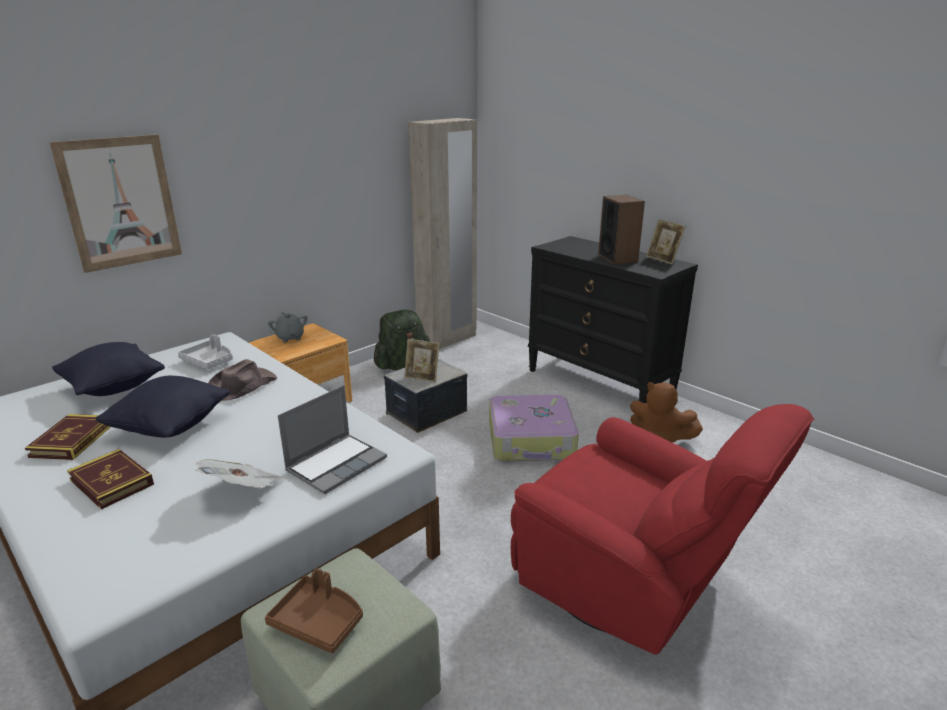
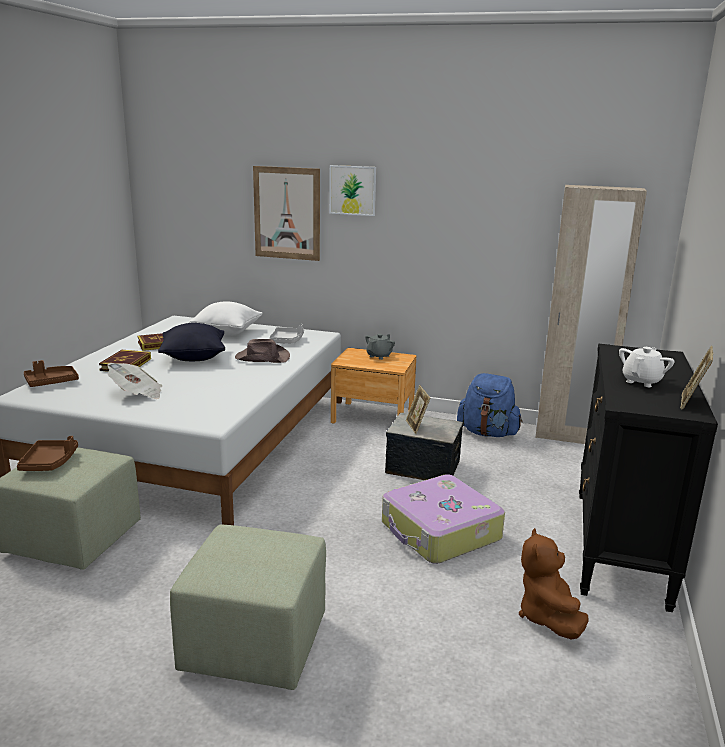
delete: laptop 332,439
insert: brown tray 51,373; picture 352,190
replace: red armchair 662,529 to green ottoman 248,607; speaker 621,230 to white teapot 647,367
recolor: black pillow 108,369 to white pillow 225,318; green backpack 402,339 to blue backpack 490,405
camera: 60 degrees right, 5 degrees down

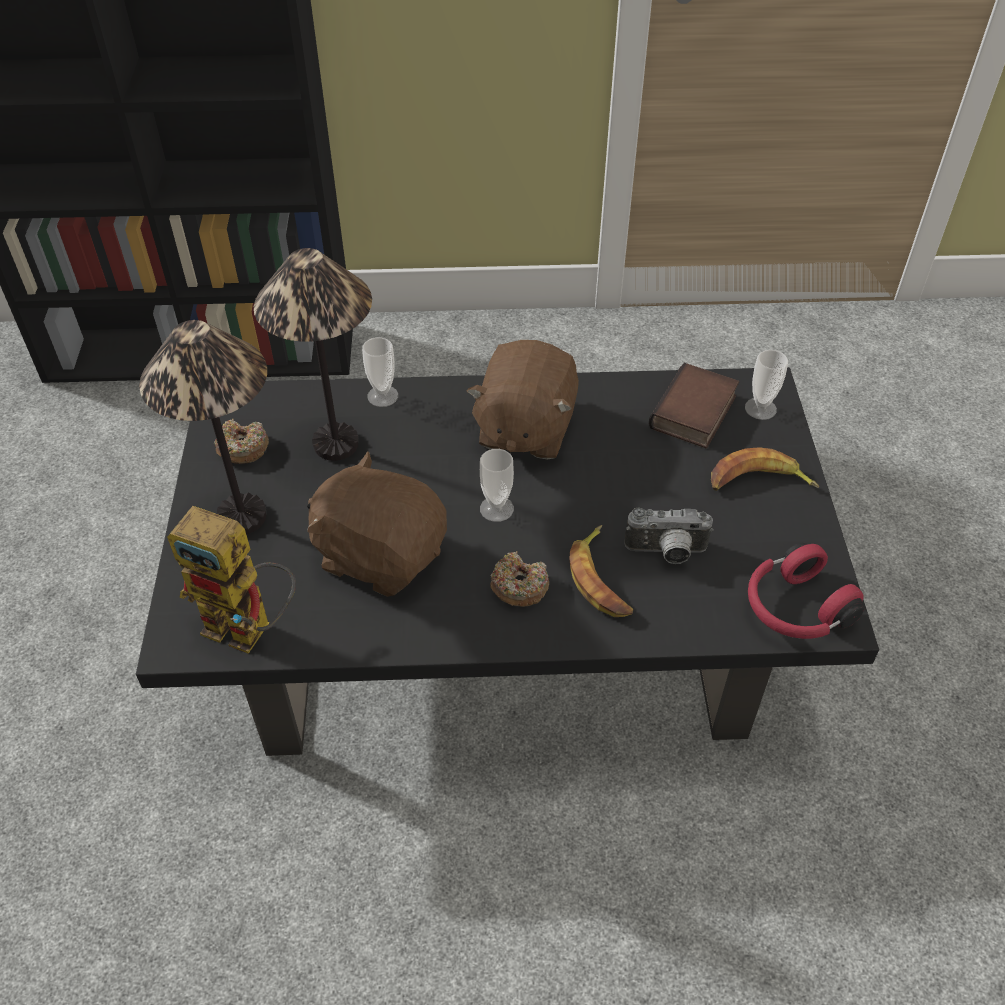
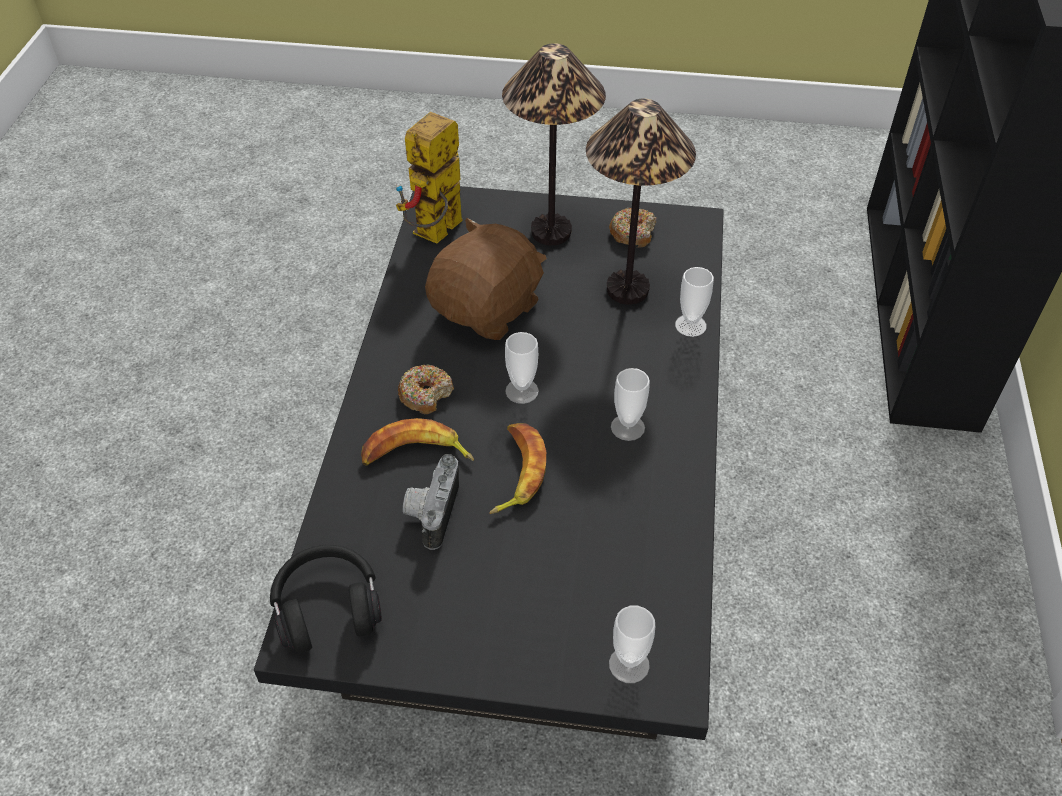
delete: book 694,406
move: banana 765,469 to 517,468
replace: brown plush toy 523,399 to cup 630,404
recolor: red headphones 806,591 to black headphones 326,599
camera: 100 degrees right, 0 degrees up

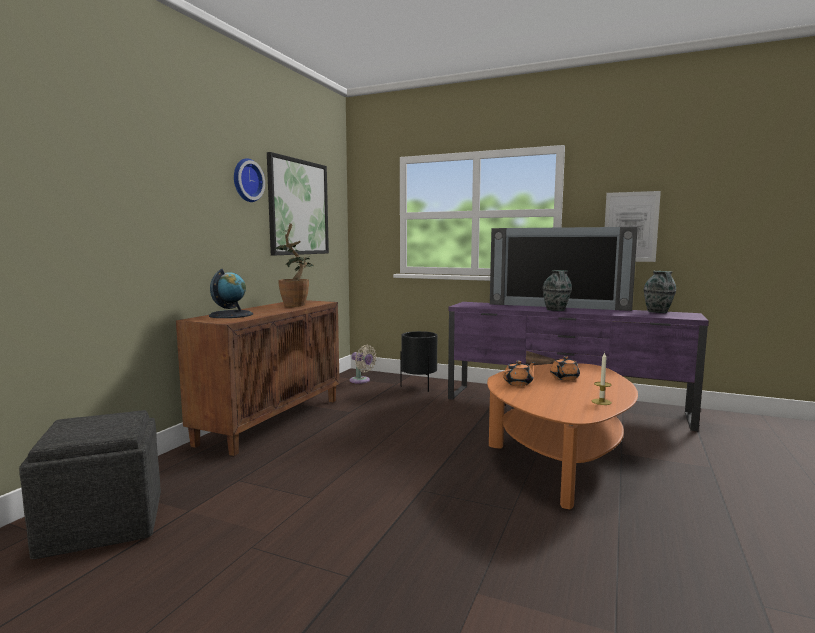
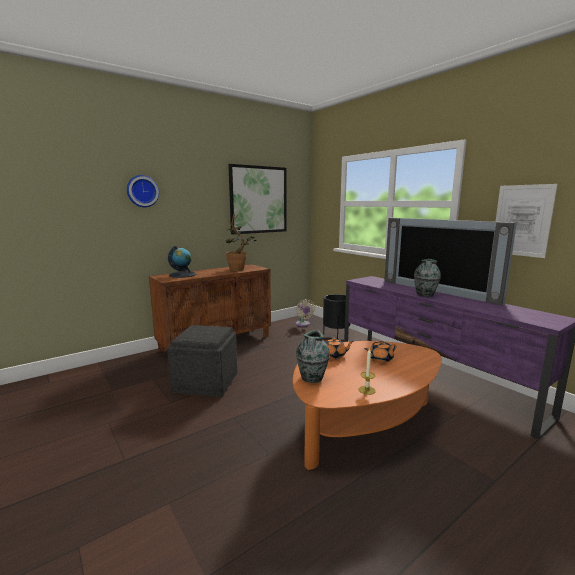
move: wall clock 249,180 to 143,191; grey ottoman 90,484 to 202,361; vase 659,292 to 313,356
camera: 30 degrees right, 5 degrees up

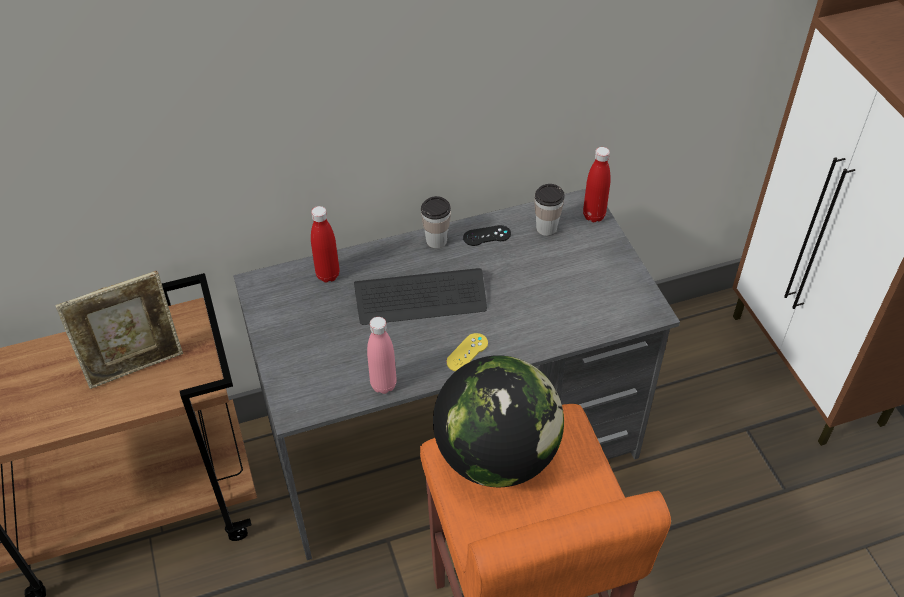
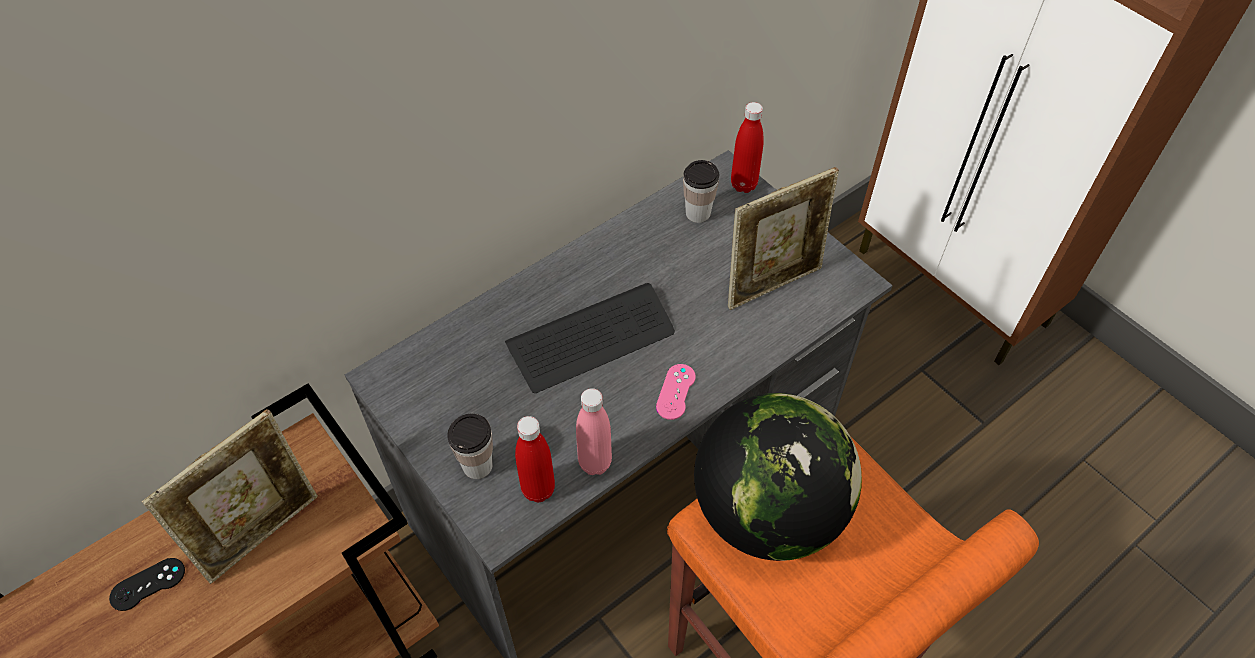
insert: picture frame 783,238
move: black game controller 487,235 to 147,584; cup 436,222 to 470,446; red bottle 325,244 to 535,459
recolor: yellow game controller 467,352 to pink game controller 676,392
camera: 20 degrees left, 5 degrees up

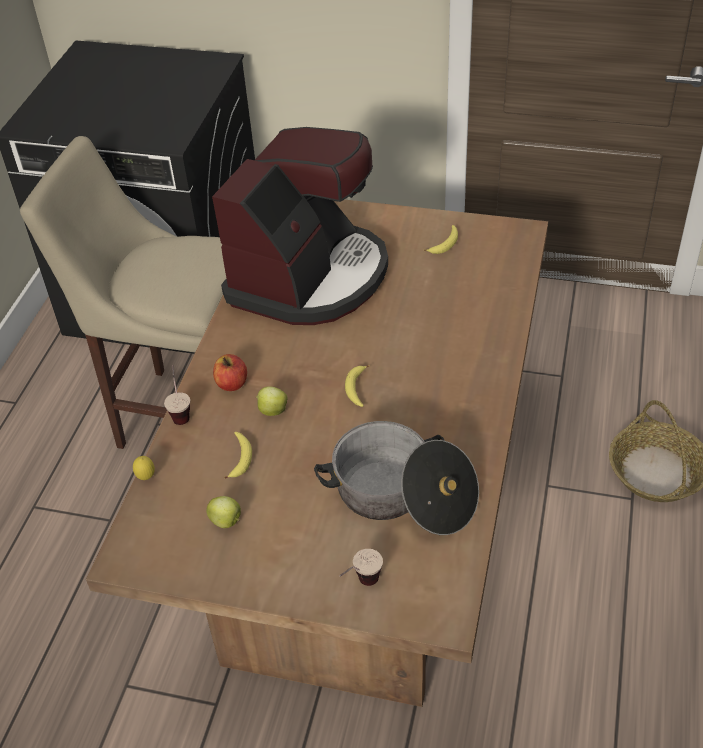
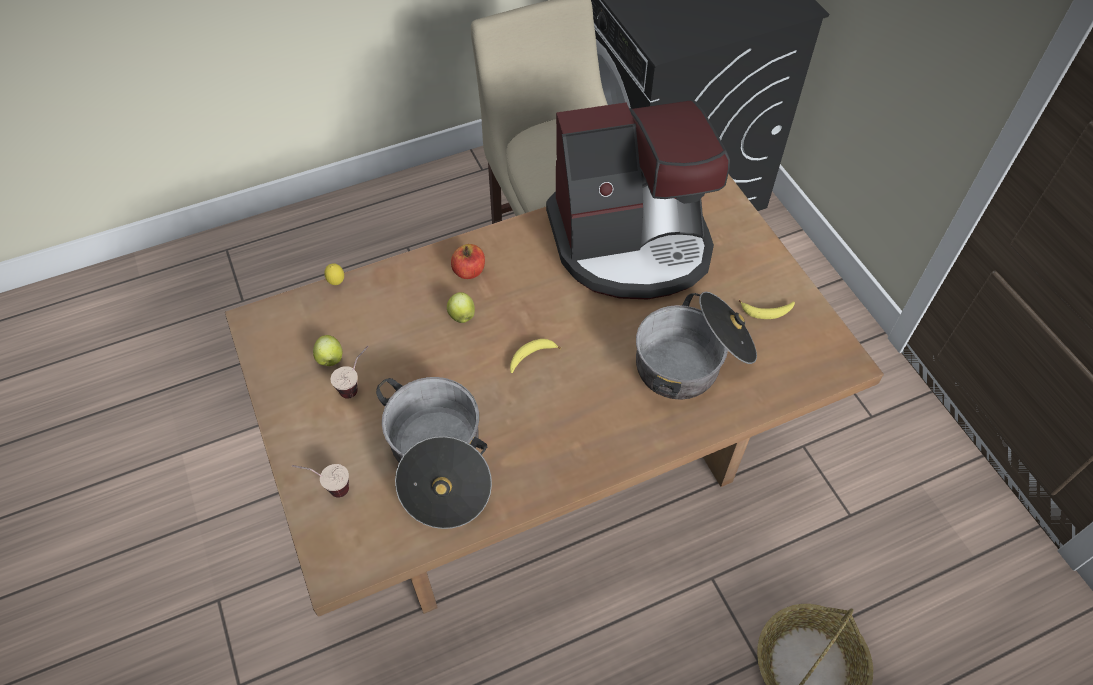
delete: banana 238,455
insert: cooking pot 696,346
move: cup 177,395 to 349,372
camera: 50 degrees right, 10 degrees up

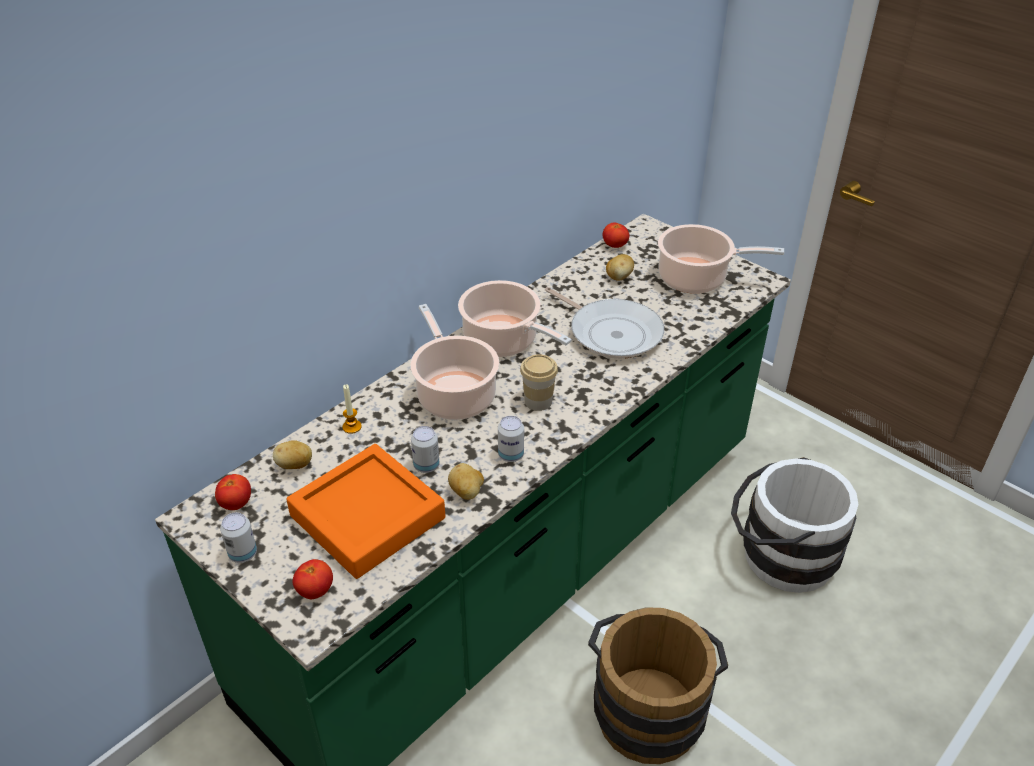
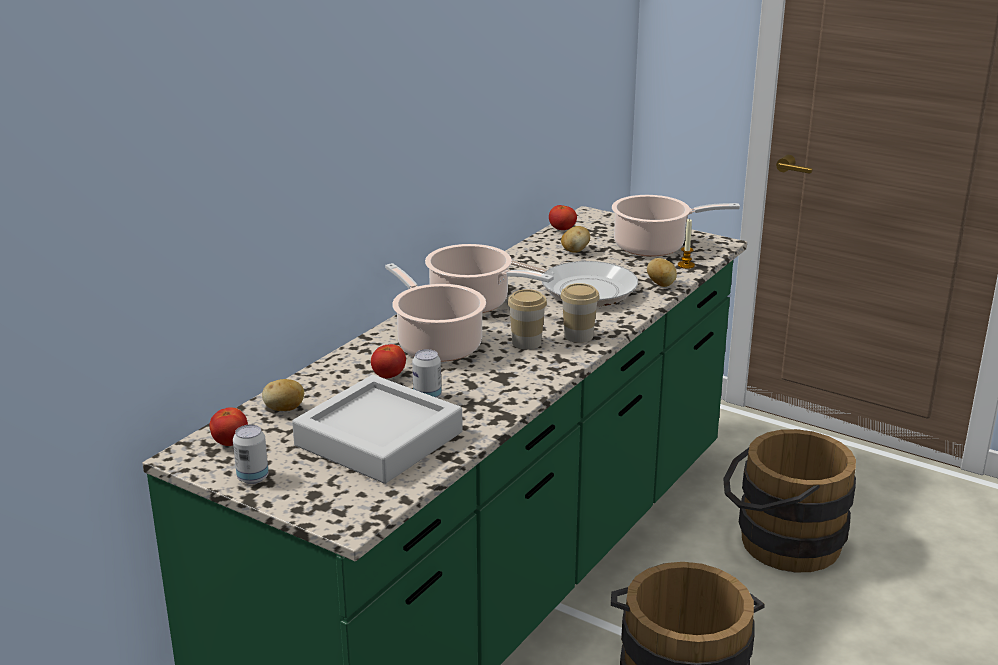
delete: can 511,439
insert: cup 580,313
move: tomato 313,579 to 388,361; potato 466,481 to 662,272; candle 352,409 to 686,243
recolor: orange tray 365,511 to grey tray 377,429; white bucket 795,525 to brown bucket 789,500
camera: 10 degrees left, 15 degrees down

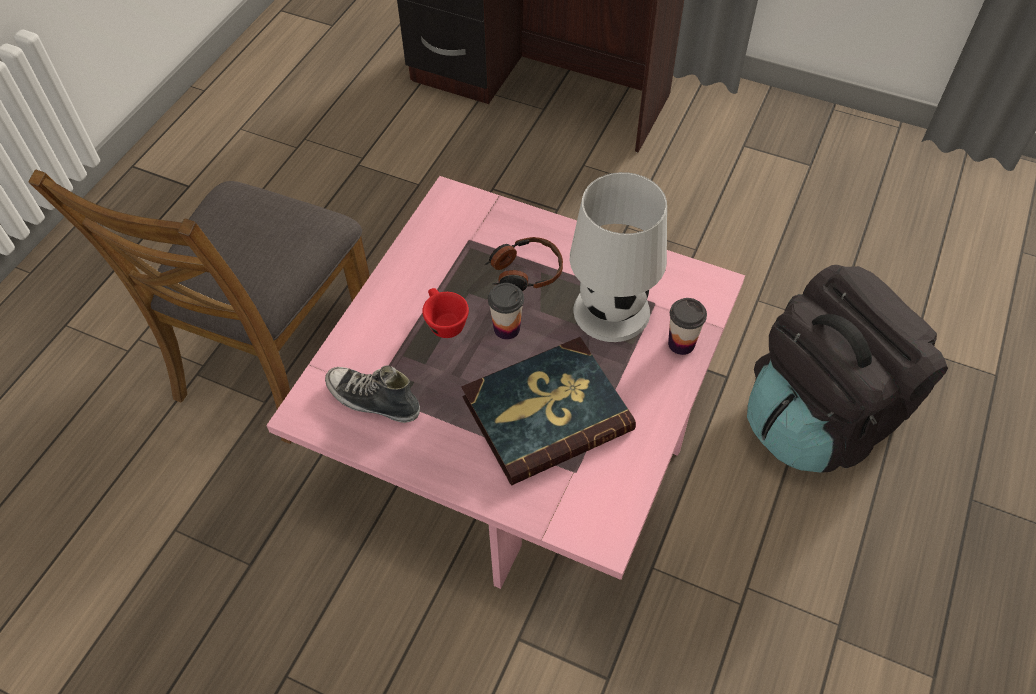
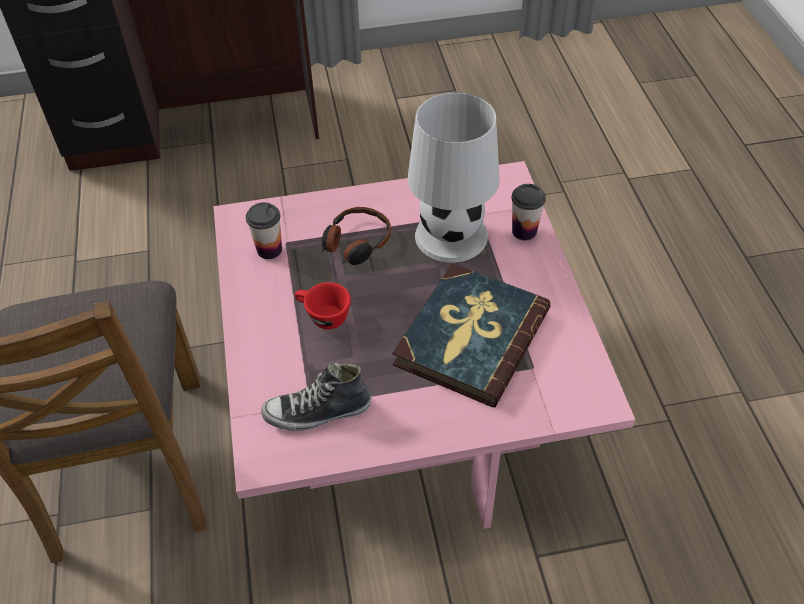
delete: black backpack 847,369
move: cup 506,311 to 264,230
camera: 35 degrees left, 5 degrees down

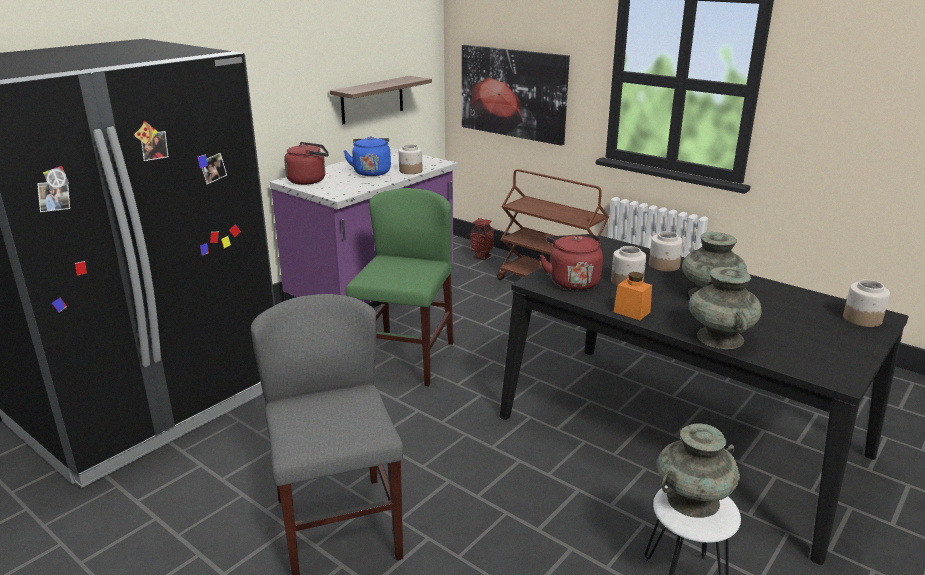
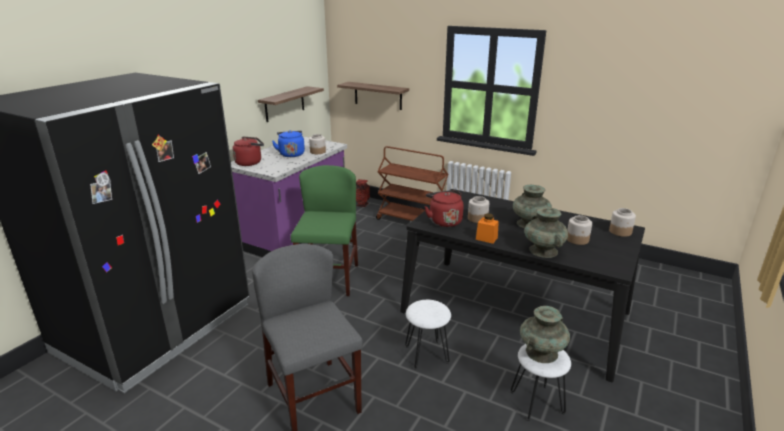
insert: white stool 428,335
move: jar 666,251 to 579,230
replace: picture 516,95 to shelf 373,96
camera: 10 degrees left, 0 degrees up

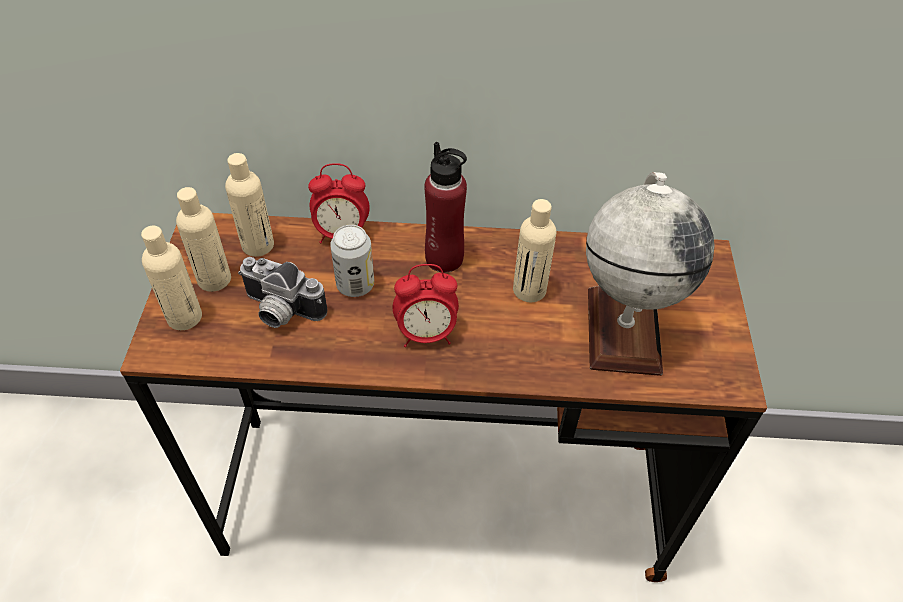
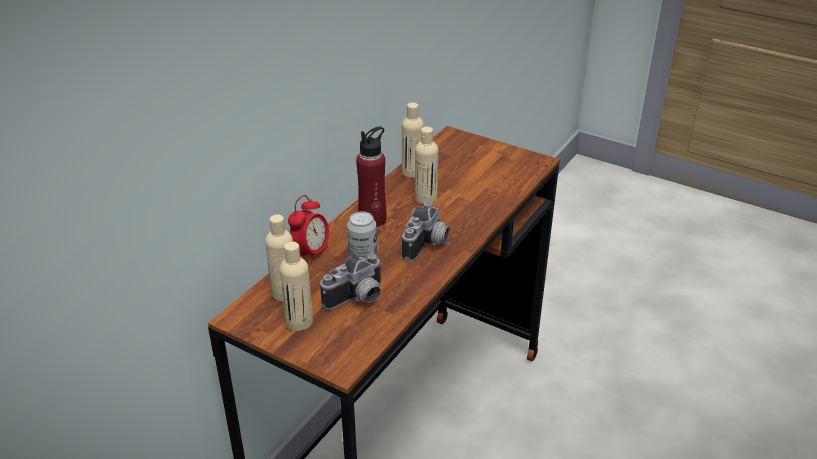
delete: globe 650,274
move: beige bottle 171,278 to 413,140
replace: alarm clock 426,305 to photo camera 426,232
camera: 60 degrees left, 15 degrees down

